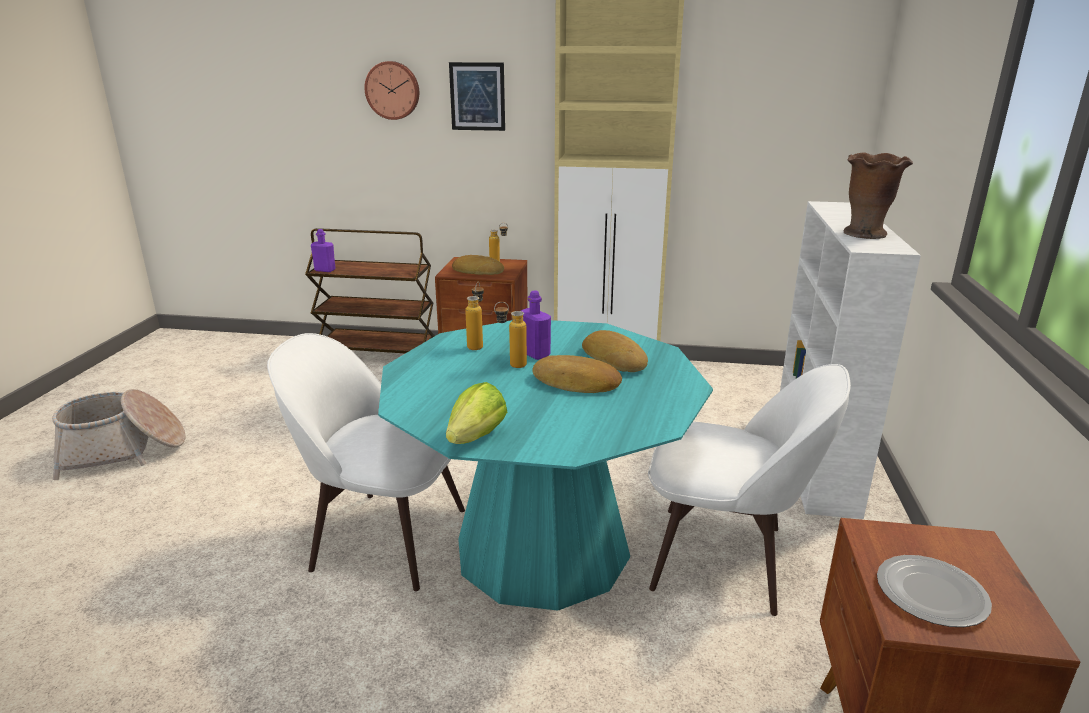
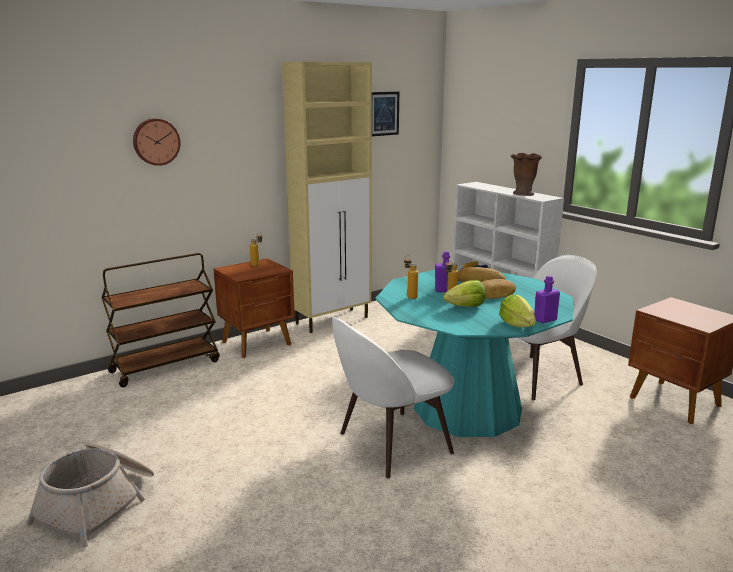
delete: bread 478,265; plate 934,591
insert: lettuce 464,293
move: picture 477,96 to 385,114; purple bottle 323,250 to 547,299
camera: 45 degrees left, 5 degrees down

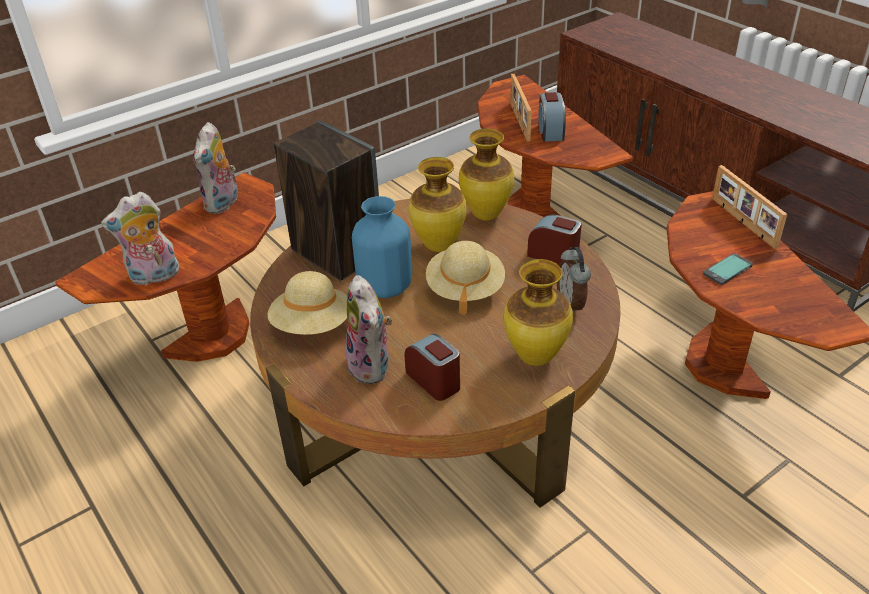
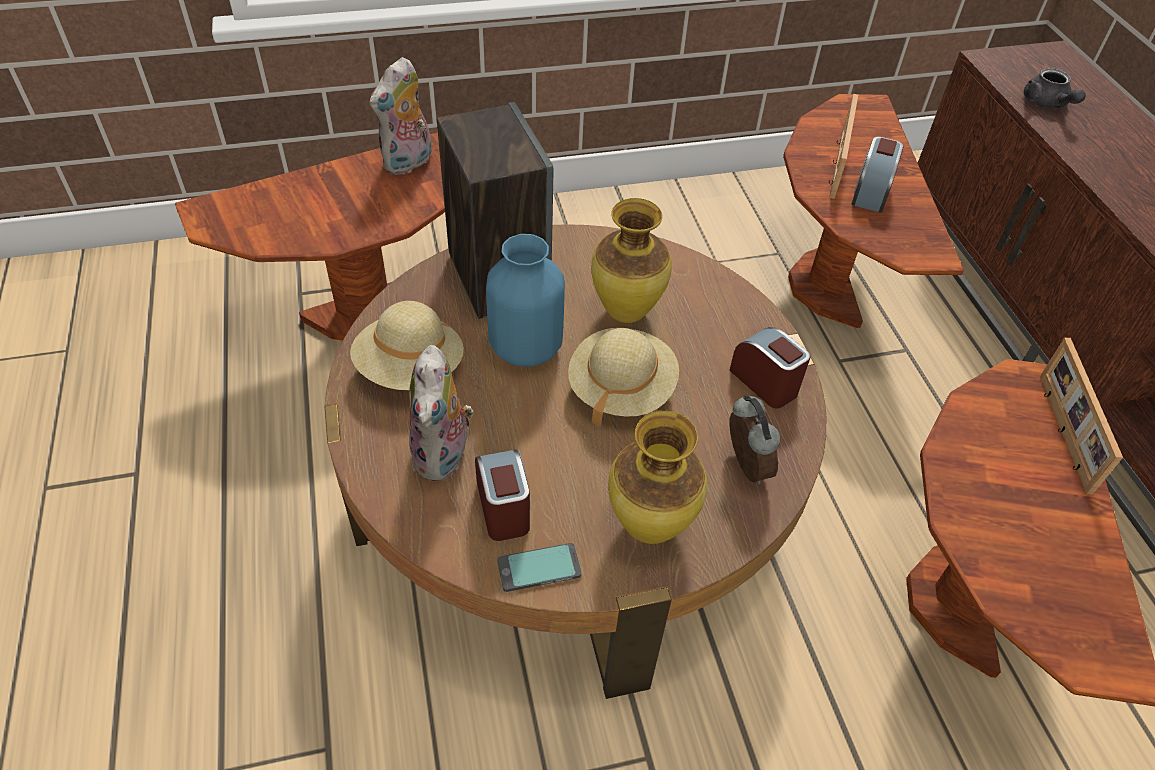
delete: plush toy 140,239; vase 486,175
insert: grey teapot 1055,88
move: phone 728,269 to 539,567
rotate: alarm clock 574,281 = 755,439 150 degrees clockwise
camera: 20 degrees right, 10 degrees up

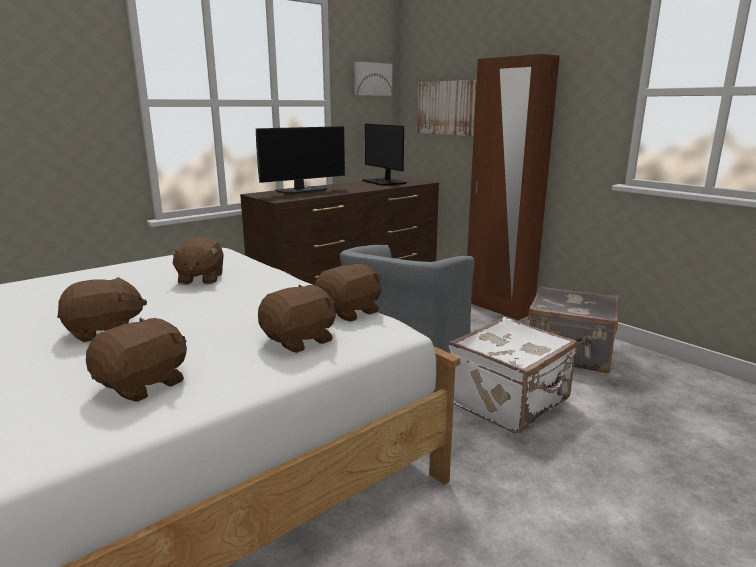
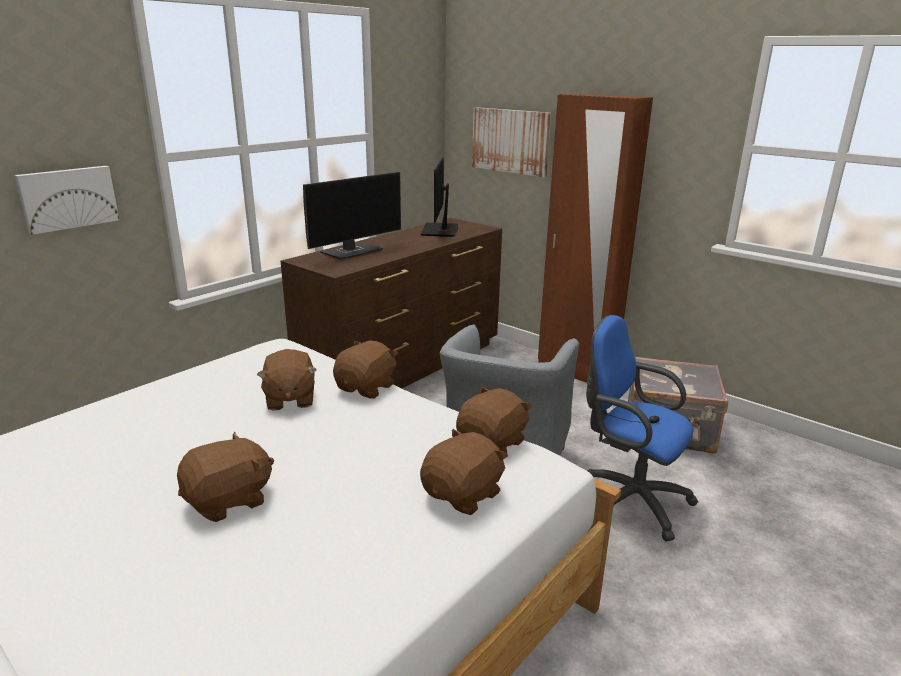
move: picture 373,79 to 66,200; brown plush toy 136,359 to 365,370
replace: white suitcase 513,375 to blue office chair 642,428
rotate: monitor 384,155 = 439,197 45 degrees clockwise
camera: 10 degrees left, 5 degrees up

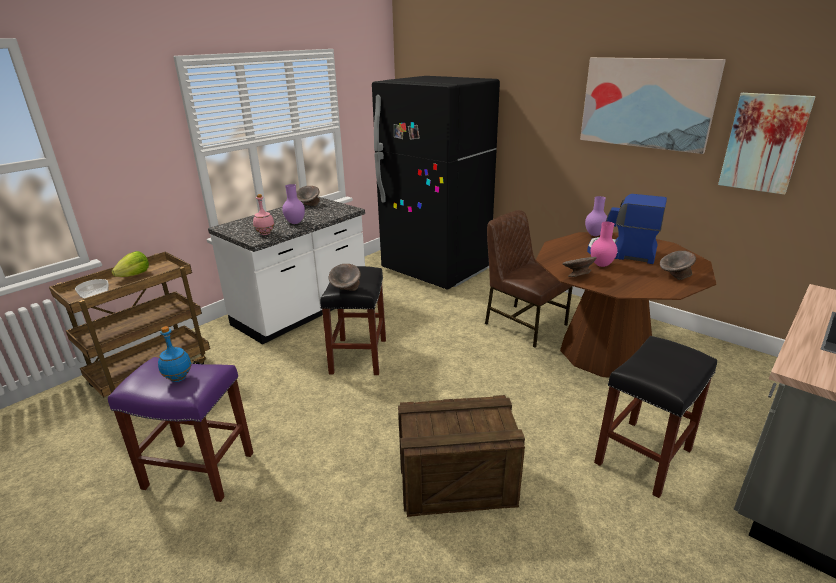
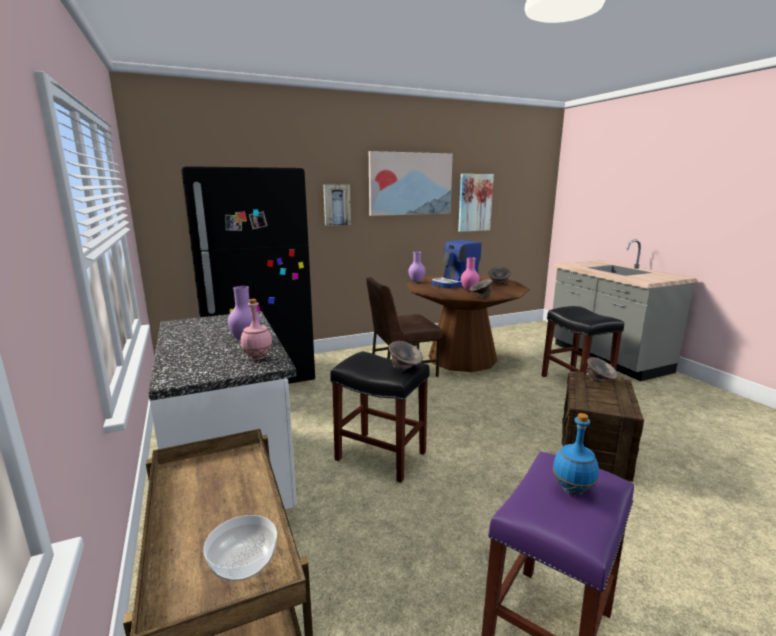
delete: lettuce 130,264
insert: picture 337,205
move: grey bowl 308,196 to 602,370
camera: 65 degrees left, 10 degrees down

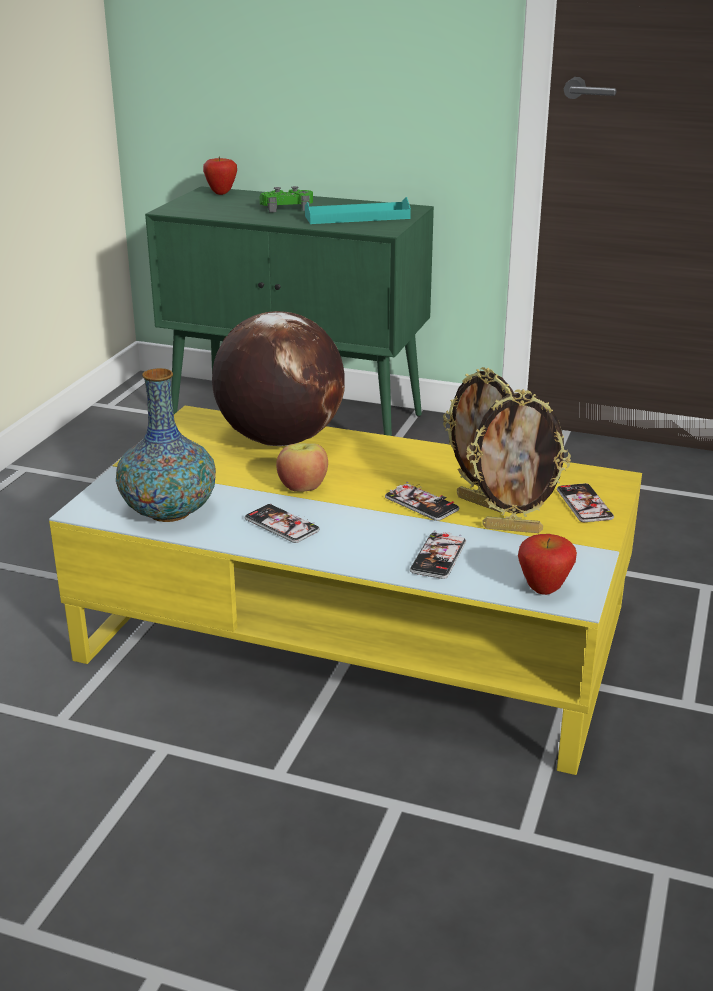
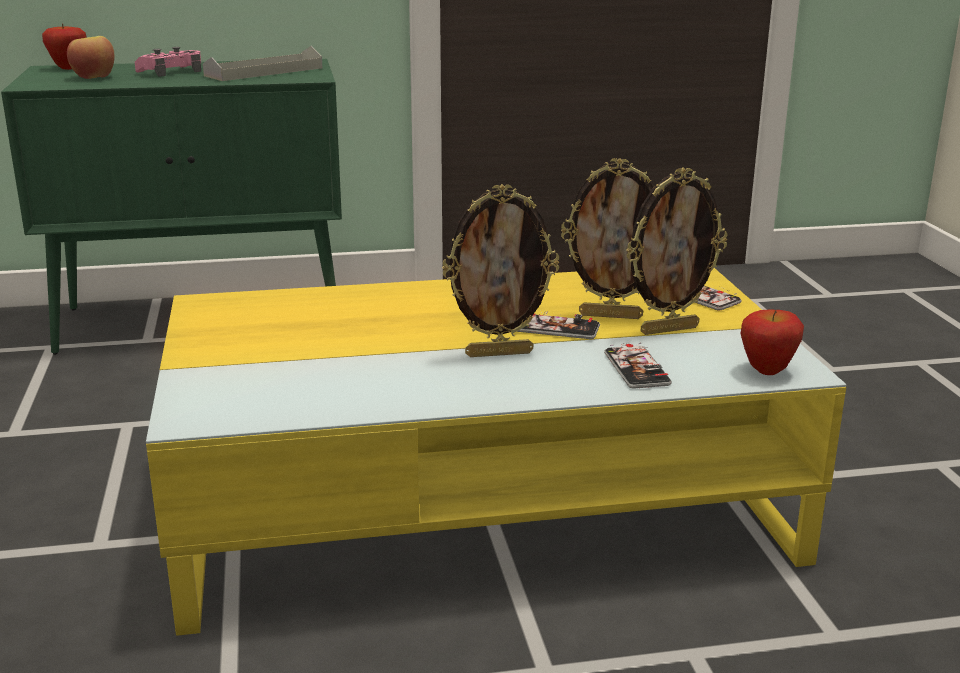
delete: vase 166,445; globe 278,378; phone 282,523
insert: picture frame 501,270
move: apple 302,467 to 91,57
recolor: green game controller 286,199 to pink game controller 168,62; turquoise tray 358,210 to grey tray 262,63
camera: 30 degrees left, 5 degrees down

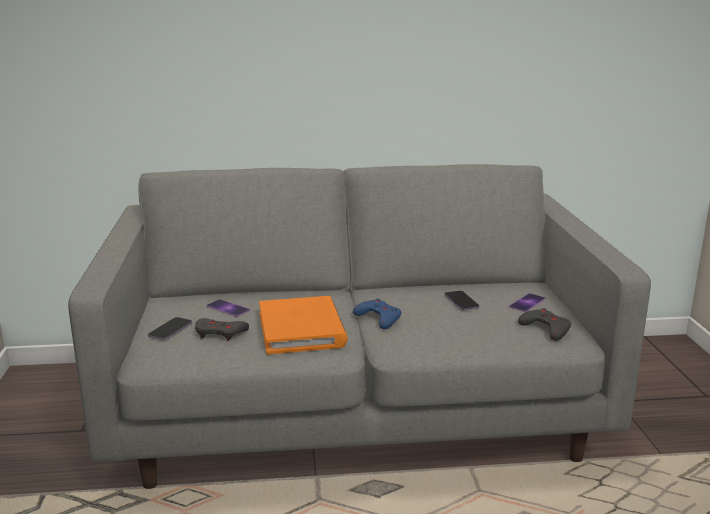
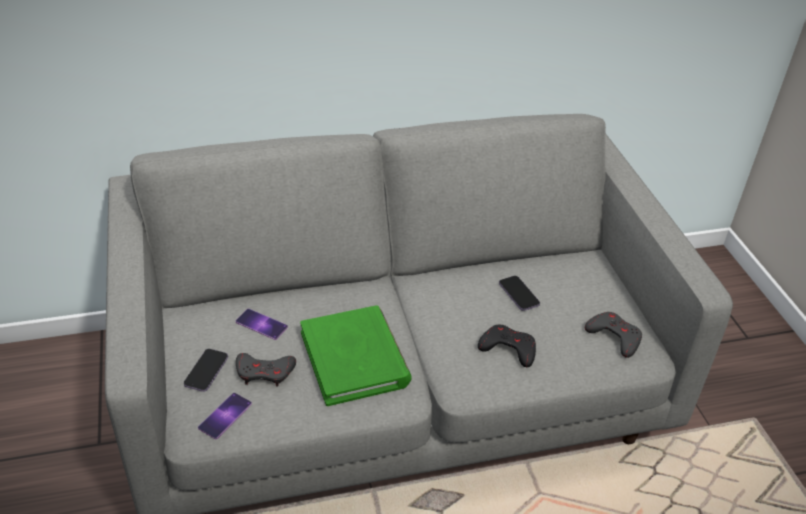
delete: blue game controller 377,314
insert: black game controller 507,346
move: phone 527,302 to 225,416
recolor: orange book 303,325 to green book 356,355
camera: 10 degrees left, 20 degrees up

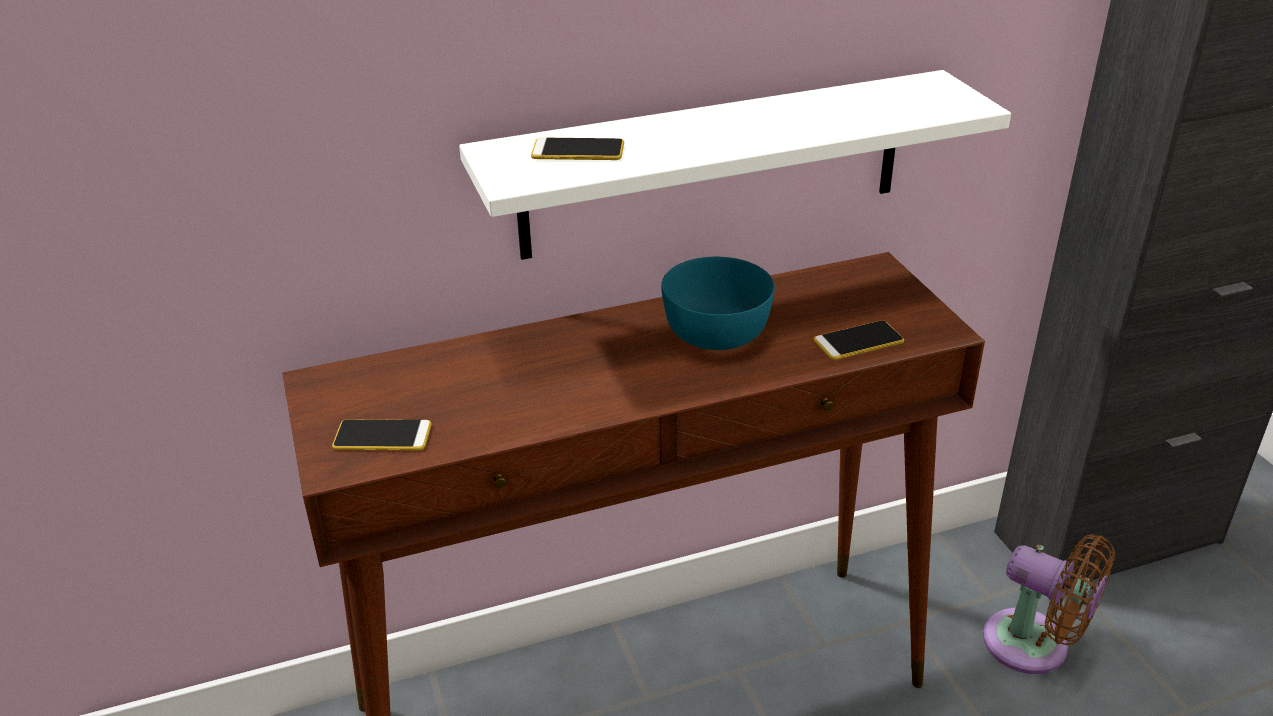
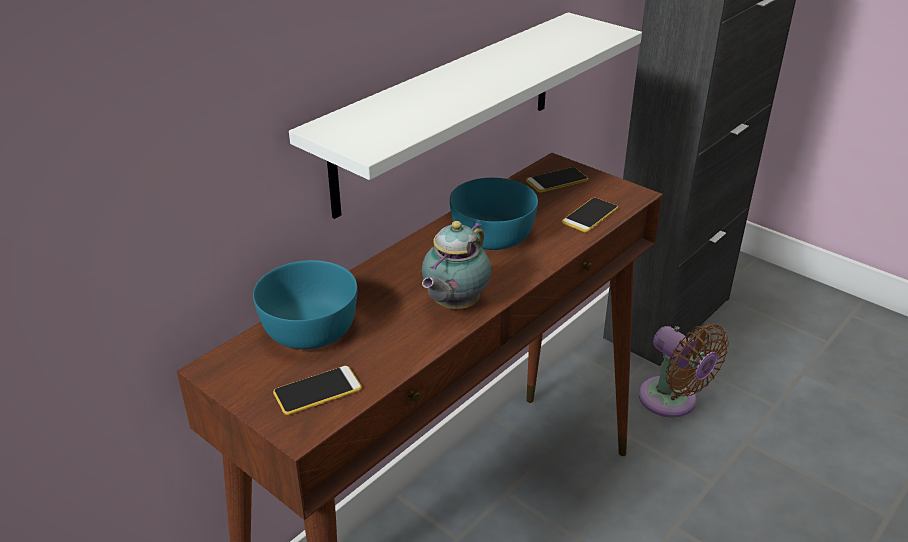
insert: turquoise bowl 305,304; teapot 457,265
move: phone 577,148 to 557,179
rotate: brown fan 1049,604 = 684,370 45 degrees clockwise
camera: 30 degrees left, 0 degrees up

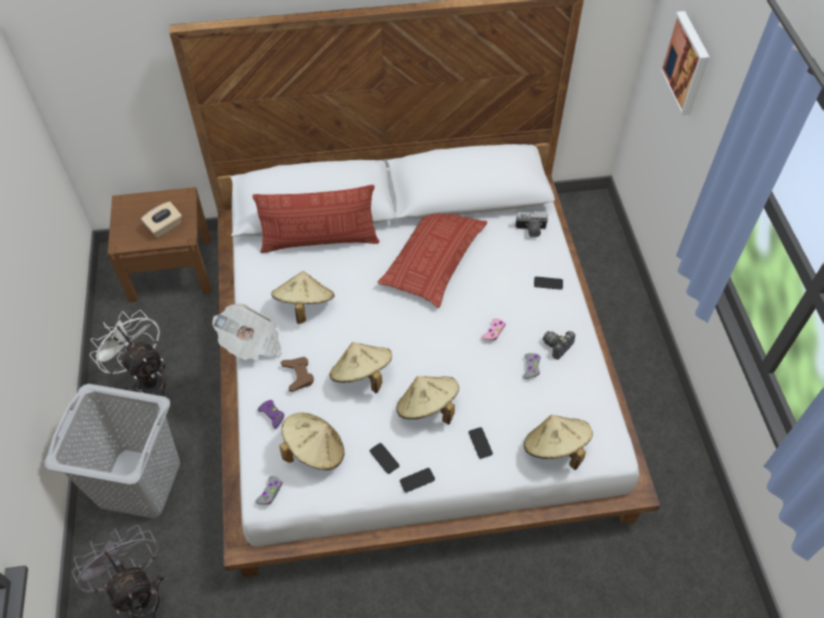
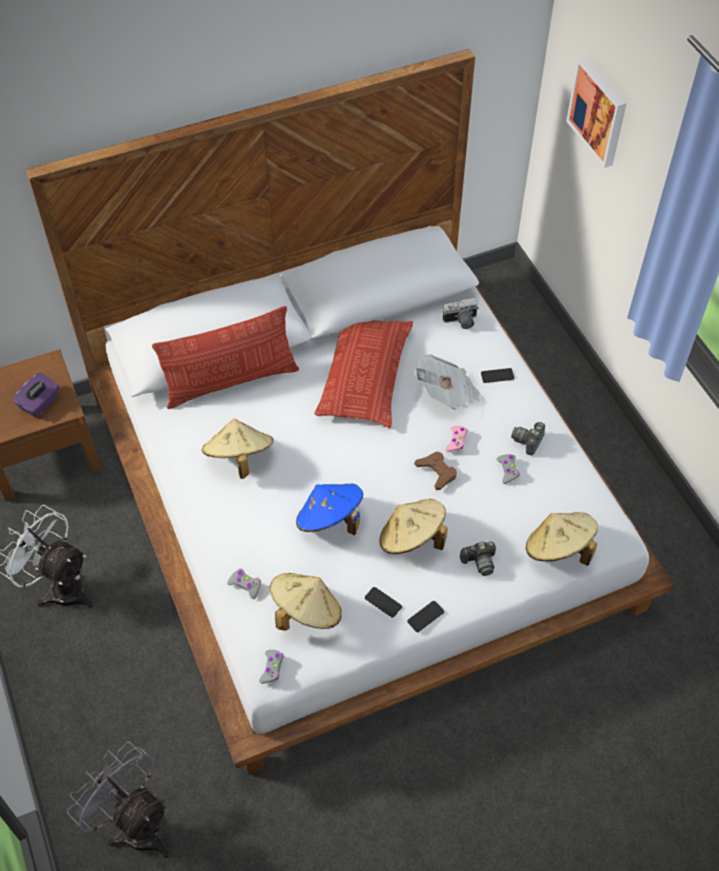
delete: grey laundry basket 112,451
move: newspaper 247,332 to 448,382; brown game controller 297,374 to 435,470
replace: phone 481,443 to photo camera 478,558
recolor: beige tissue box 161,219 to purple tissue box 36,395; purple game controller 271,414 to grey game controller 244,584; beige hat 361,368 to blue hat 329,509
camera: 15 degrees left, 0 degrees up

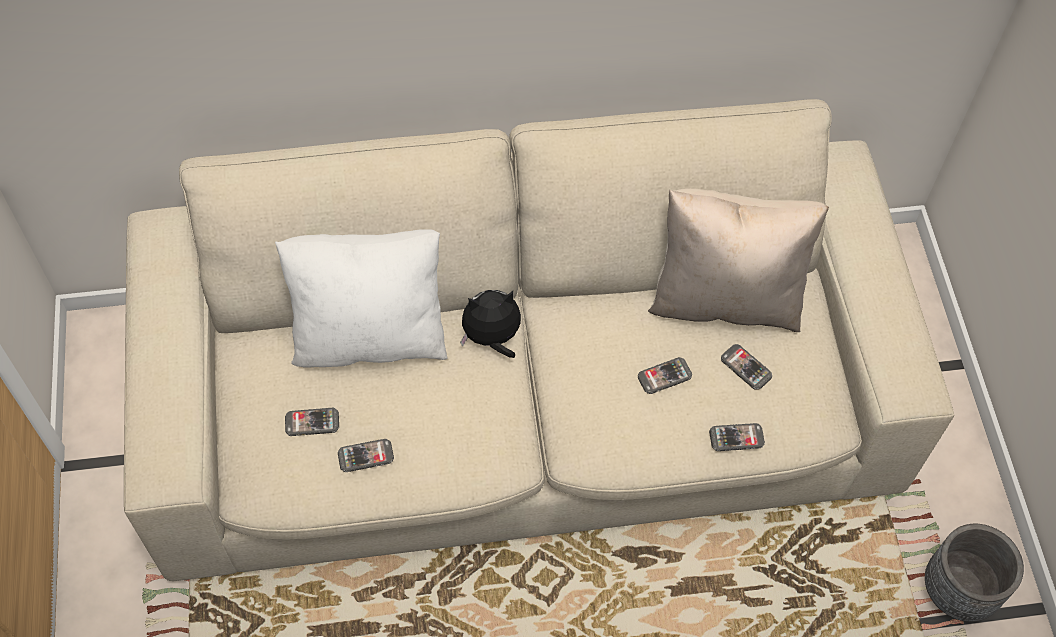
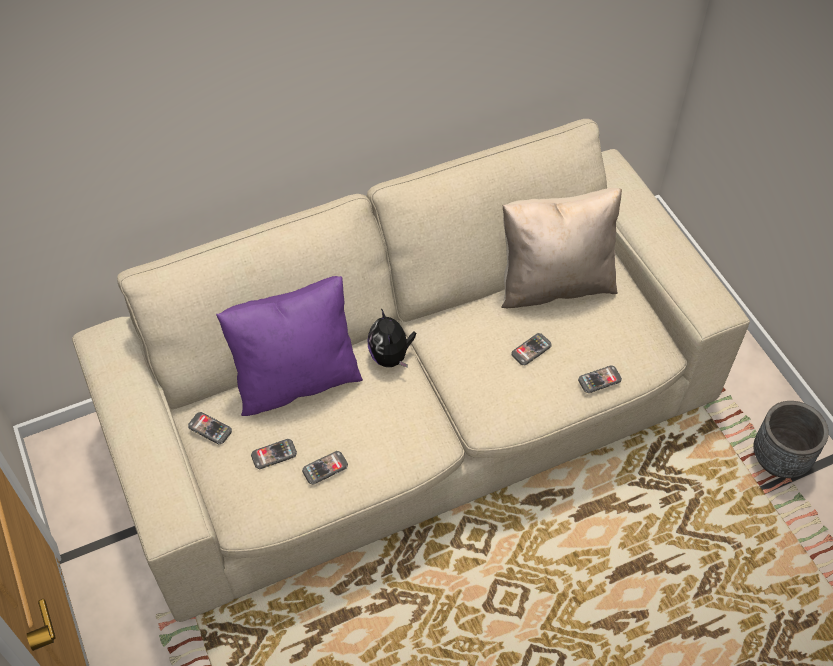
move: phone 746,367 to 210,428
recolor: white pillow 361,298 to purple pillow 289,346
rotate: plush toy 490,324 = 392,338 75 degrees counterclockwise
camera: 15 degrees left, 5 degrees down

